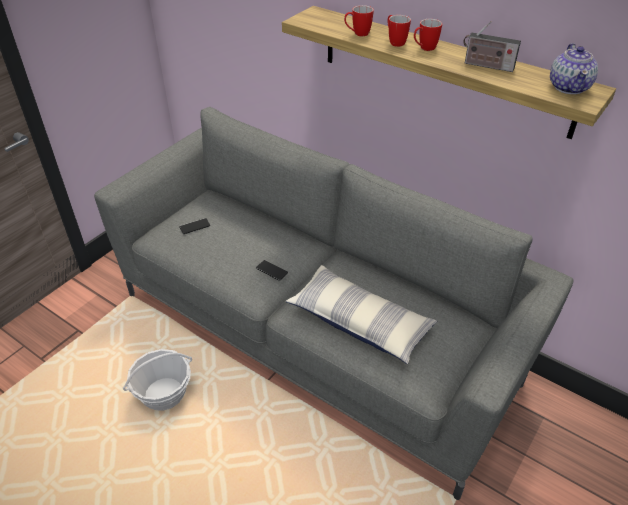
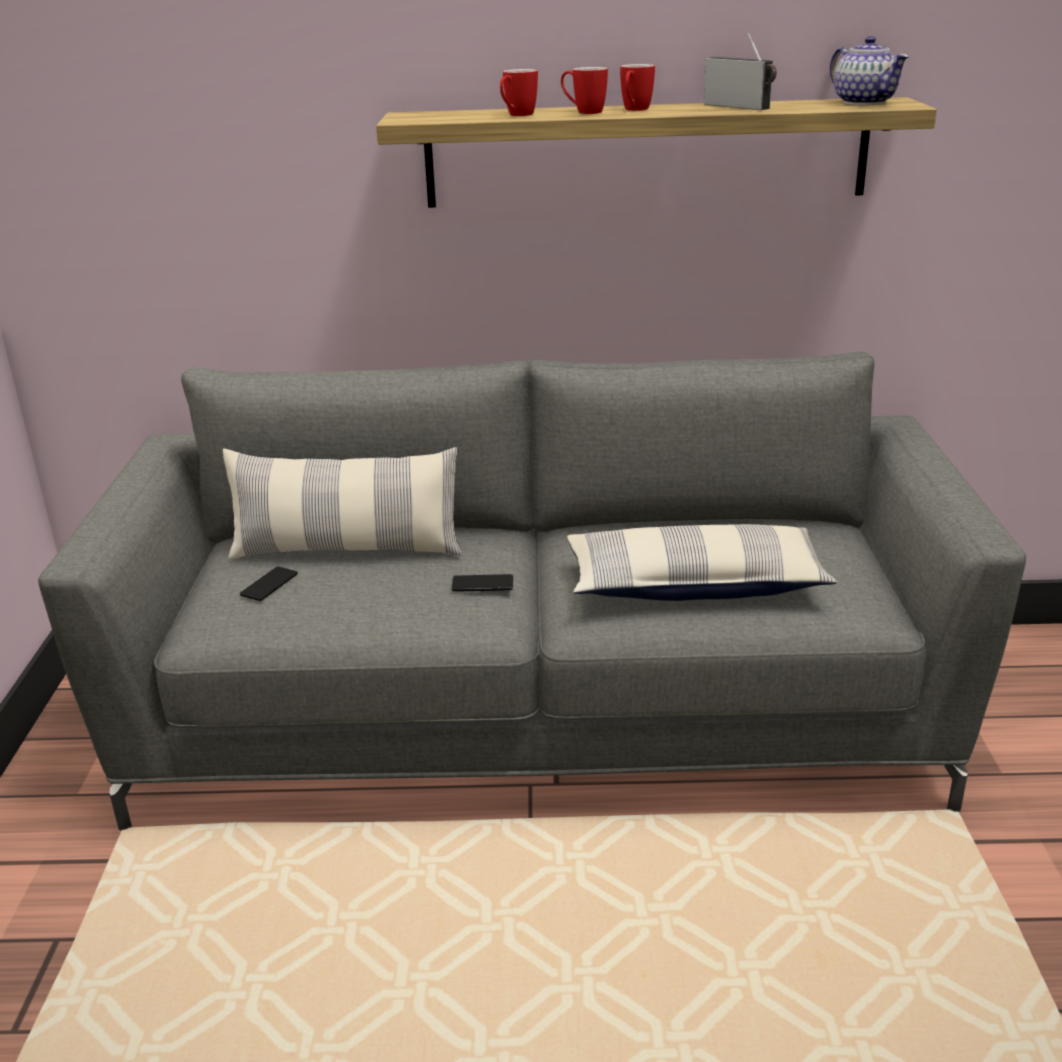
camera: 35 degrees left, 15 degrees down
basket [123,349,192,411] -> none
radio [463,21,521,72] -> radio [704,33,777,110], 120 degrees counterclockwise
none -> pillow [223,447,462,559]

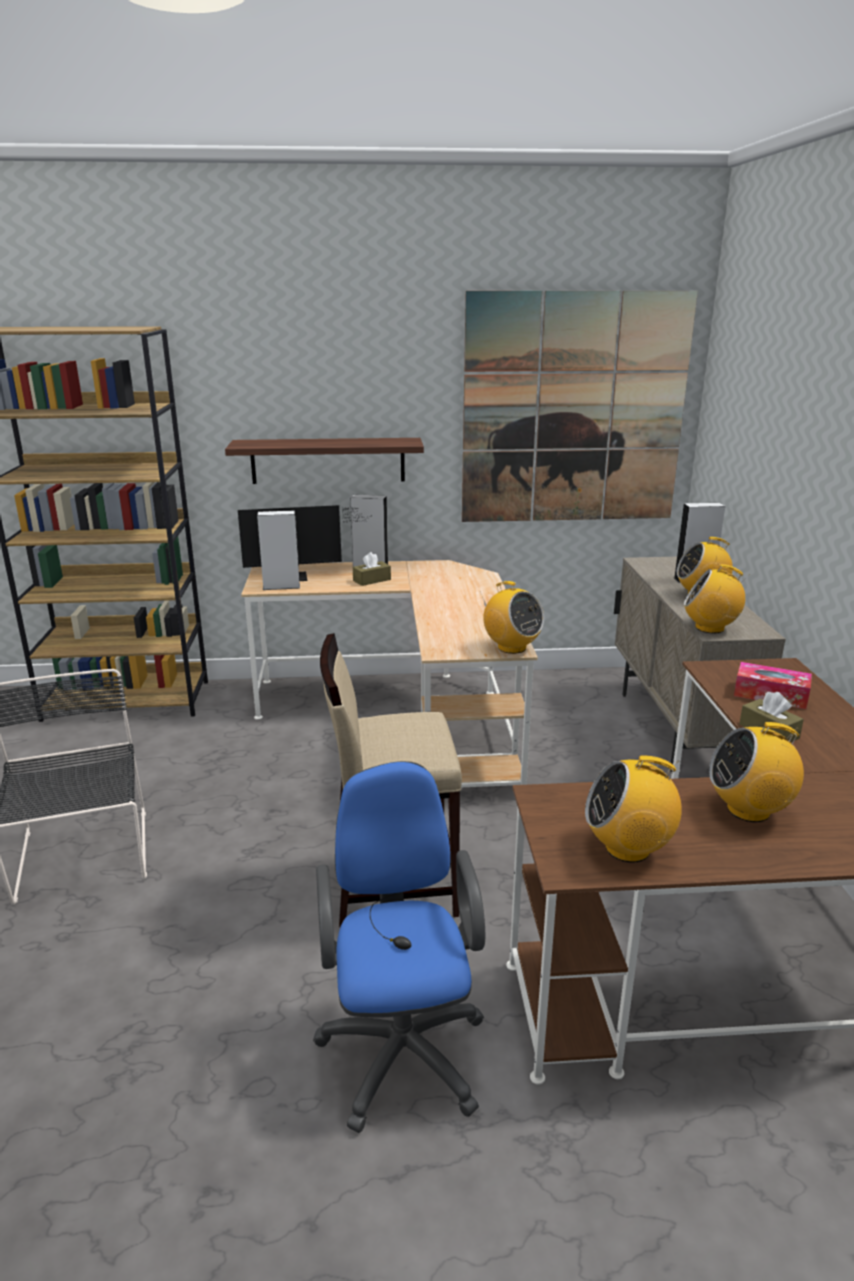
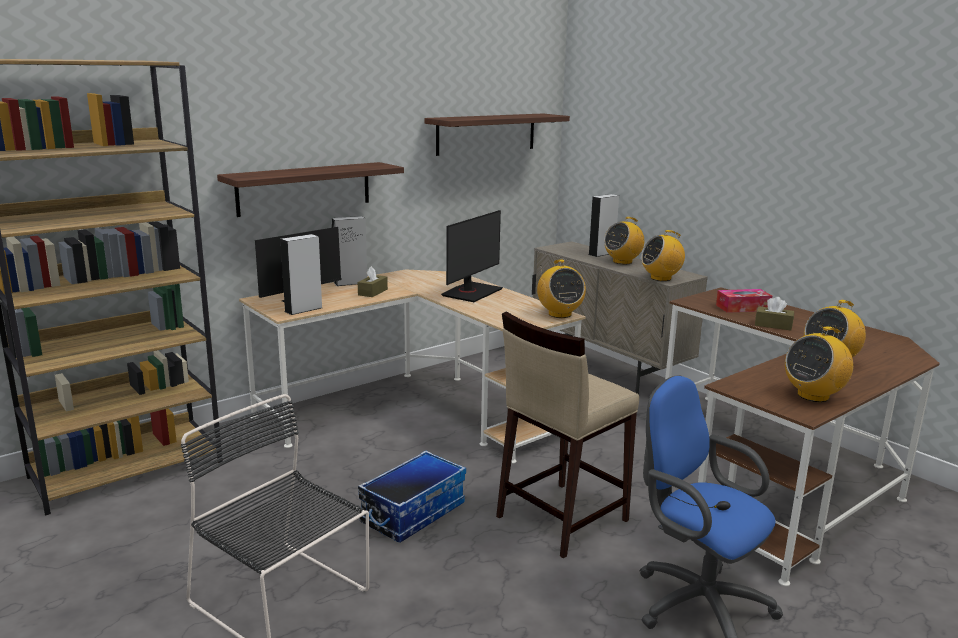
camera: 35 degrees left, 5 degrees down
picture [462,291,698,522] -> shelf [425,113,570,156]
radio [480,581,544,654] -> radio [537,259,586,318], 60 degrees clockwise
none -> storage box [358,451,466,543]
none -> monitor [441,210,503,302]

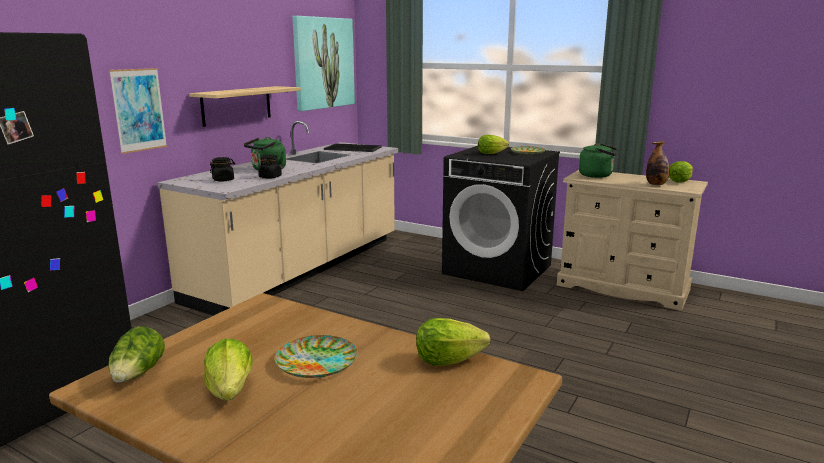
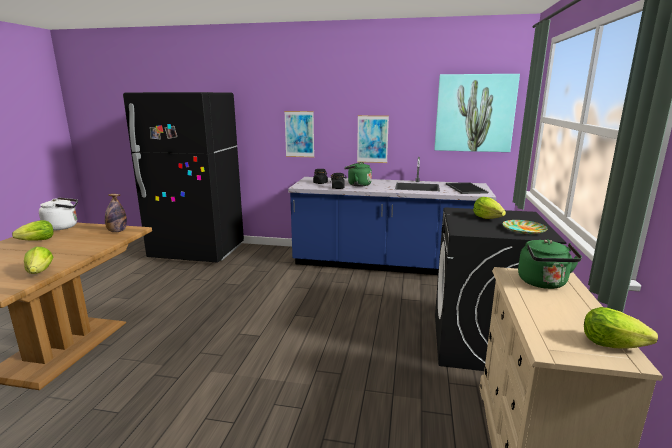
camera: 70 degrees right, 0 degrees up
lettuce [108,327,165,383] -> kettle (white) [39,197,78,231]
counter (beige) [157,121,398,316] -> counter (blue) [288,157,496,275]
shelf [189,86,301,127] -> picture [357,115,389,163]
plate [275,335,357,378] -> none
bottle [646,141,670,185] -> bottle [105,194,127,232], shifted

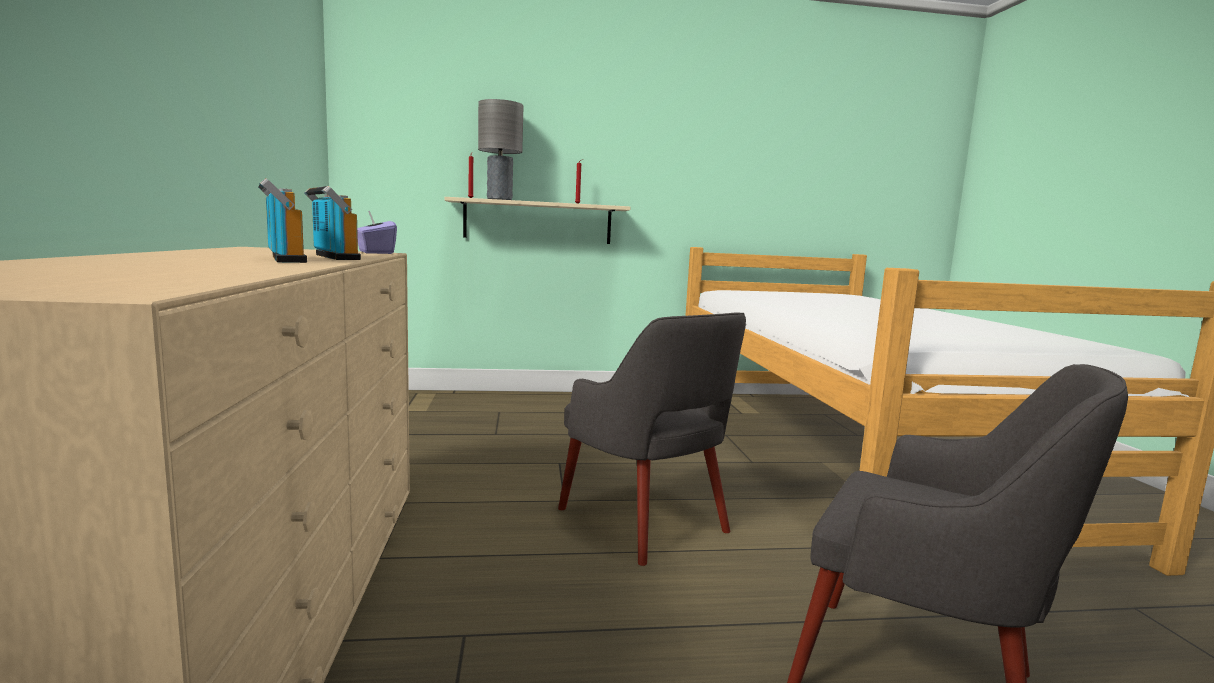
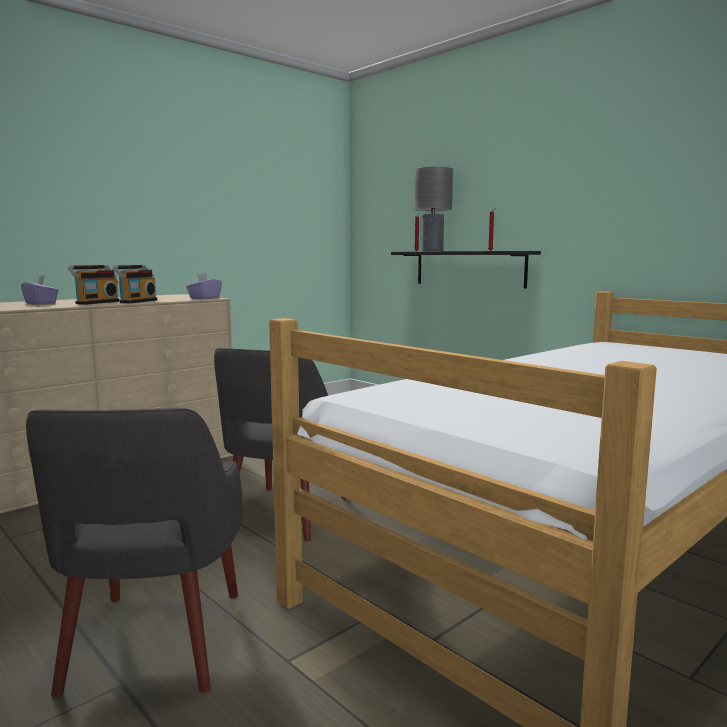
camera: 55 degrees right, 0 degrees up
shelf (beige) [444,197,630,244] -> shelf (black) [391,251,541,288]
none -> tissue box (purple) [21,275,59,305]

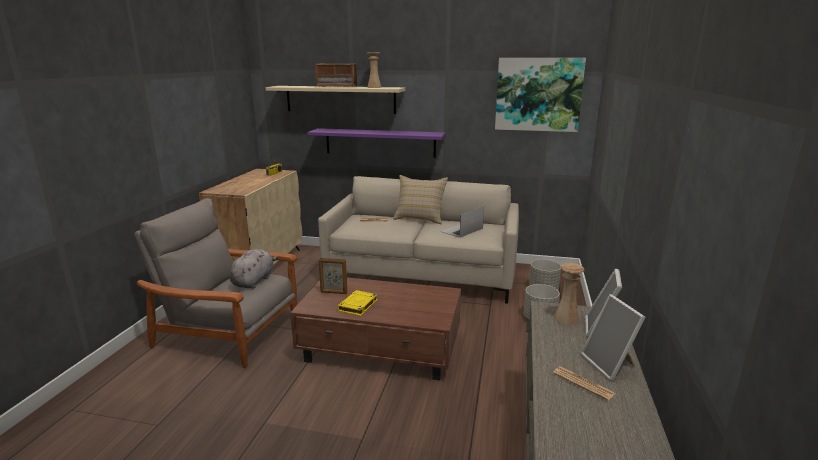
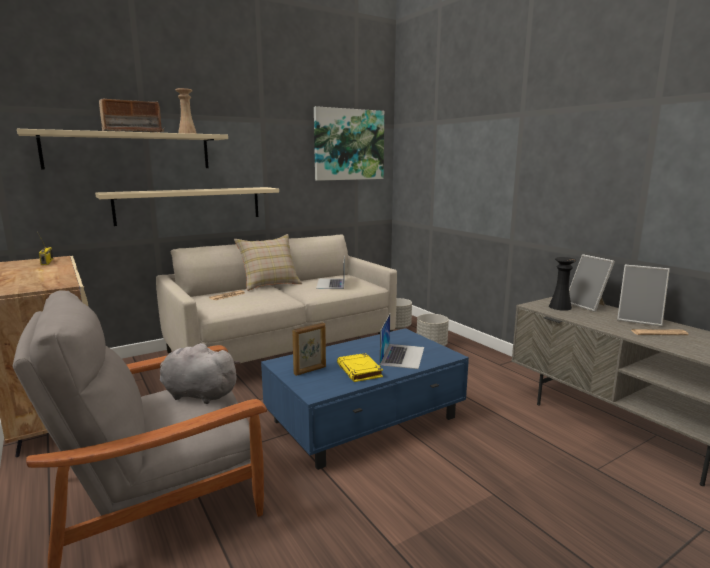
camera: 45 degrees left, 5 degrees down
plush toy (grey) [229,249,278,289] -> plush toy (grey) [160,343,240,404], 45 degrees counterclockwise
coffee table (brown) [290,277,461,381] -> coffee table (blue) [261,328,469,470]
shelf (purple) [307,128,446,158] -> shelf (beige) [95,187,279,226]
vase (beige) [554,263,584,325] -> vase (black) [549,257,576,311]
none -> laptop [380,314,424,369]

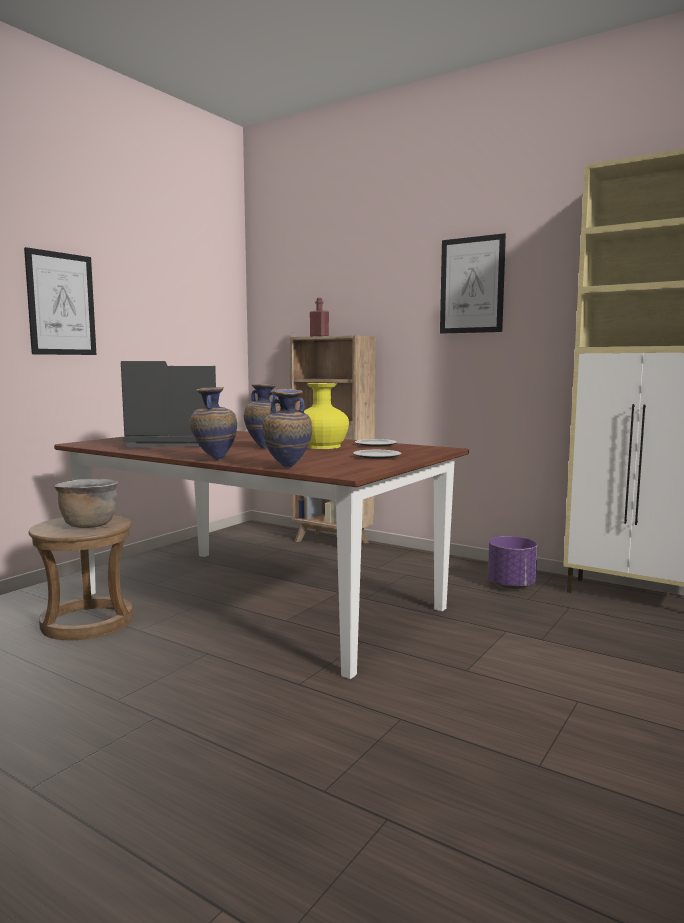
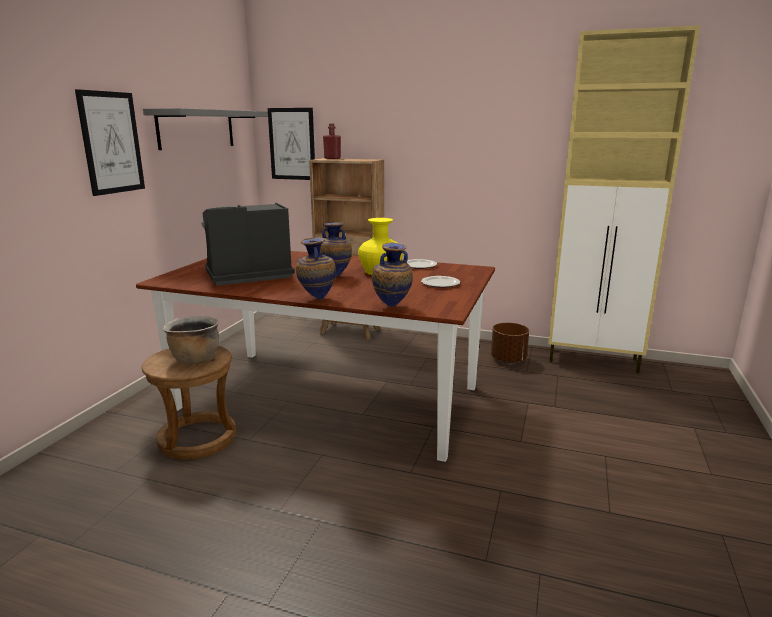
camera: 15 degrees left, 10 degrees up
picture [440,233,506,334] -> picture [268,108,315,180], shifted
planter (purple) [488,536,538,589] -> planter (brown) [491,323,529,363]
none -> shelf (grey) [143,108,268,150]

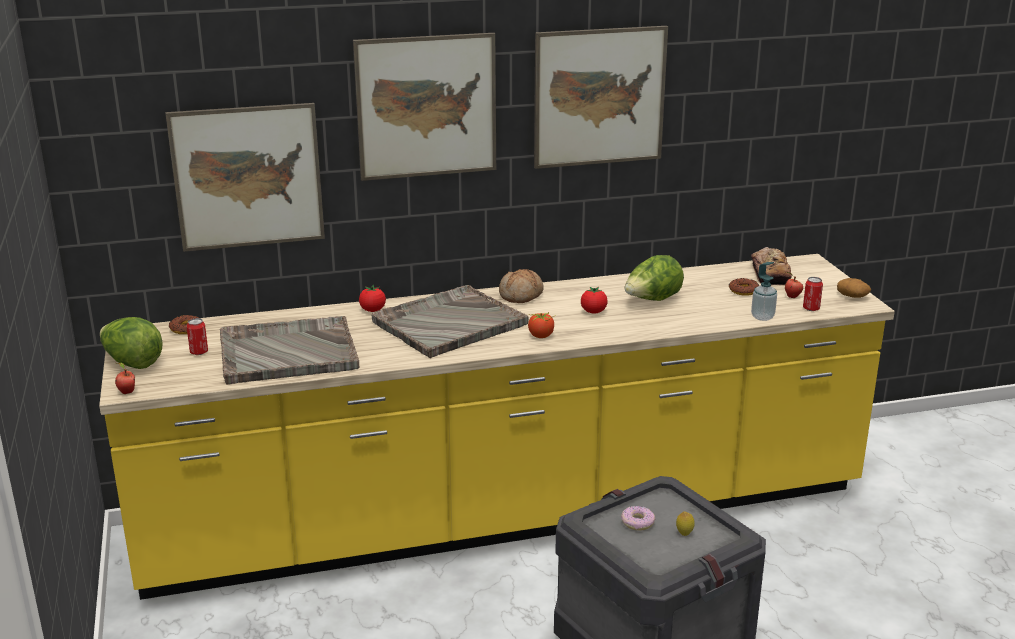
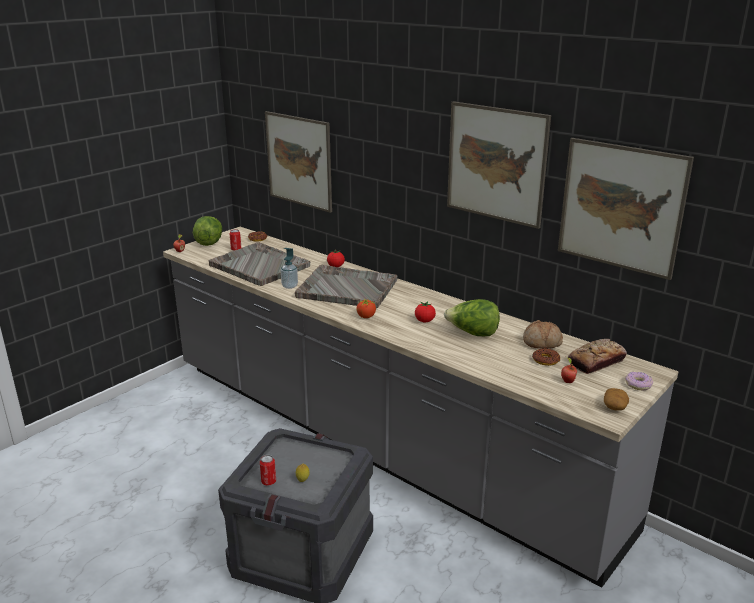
camera: 55 degrees right, 0 degrees up
counter (yellow) [99,254,895,600] -> counter (grey) [163,227,678,588]
picture [353,33,496,181] -> picture [558,138,694,280], shifted
bread [499,269,544,303] -> bread [523,320,563,349], shifted
donut [621,506,655,531] -> donut [625,372,653,390], shifted
soap dispenser [751,262,777,321] -> soap dispenser [281,248,298,289], shifted
can [803,277,823,311] -> can [260,455,276,485], shifted

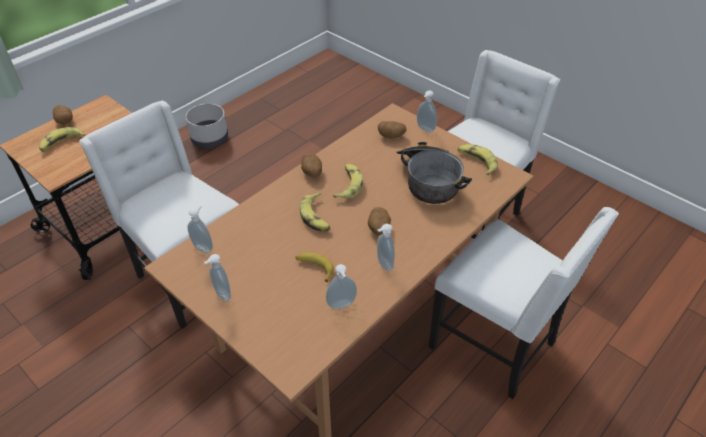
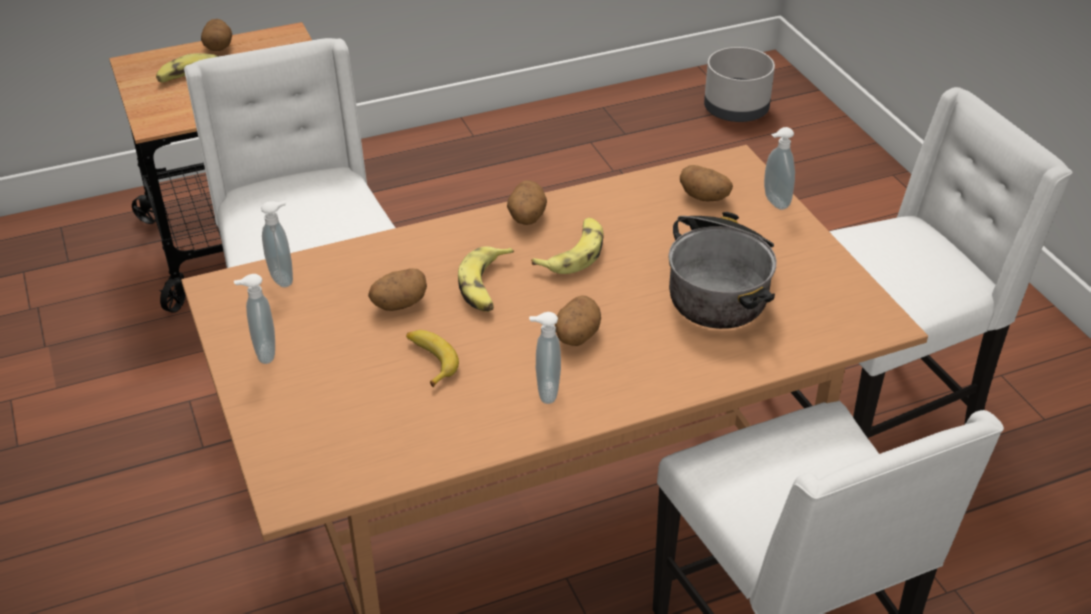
camera: 25 degrees right, 5 degrees down
planter (grey) [186,104,228,148] -> planter (grey) [704,47,775,122], shifted
soap dispenser [326,264,357,309] -> none
banana [457,144,498,175] -> none
none -> potato [368,269,427,311]

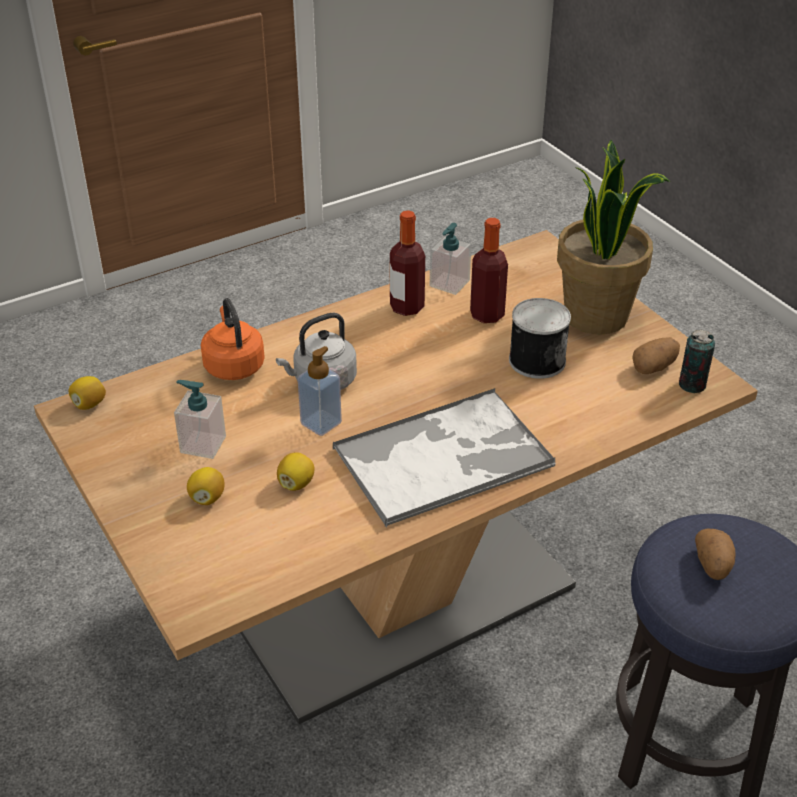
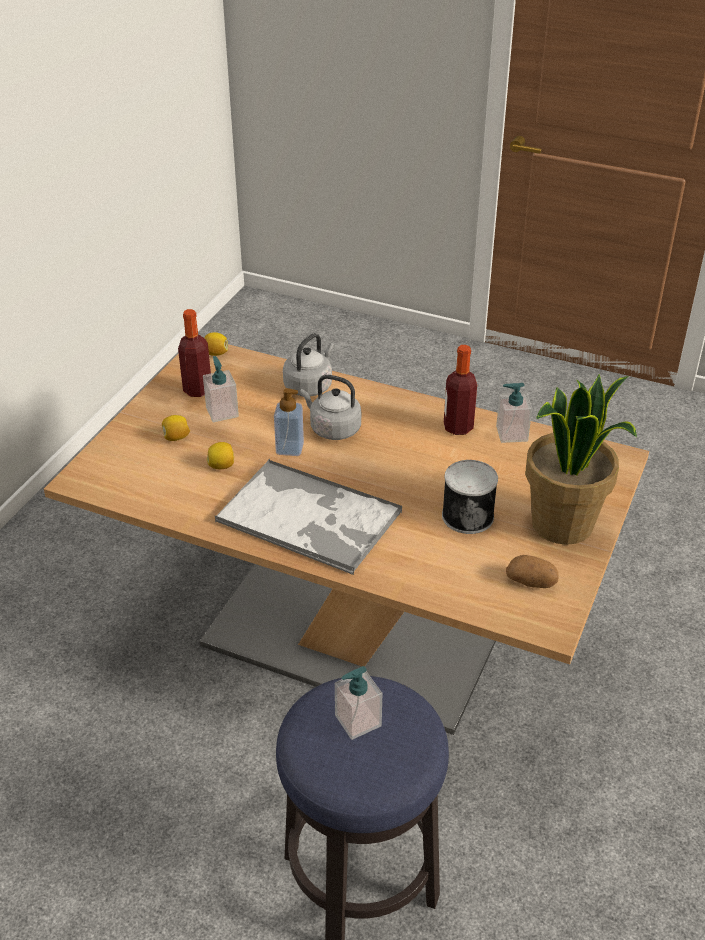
camera: 55 degrees right, 0 degrees up
kettle (orange) [201,298,265,380] -> kettle (grey) [283,333,334,396]
bottle [470,218,508,323] -> bottle [178,309,211,397], shifted
can [679,330,715,393] -> none
potato [695,529,736,580] -> soap dispenser [335,666,382,740]

